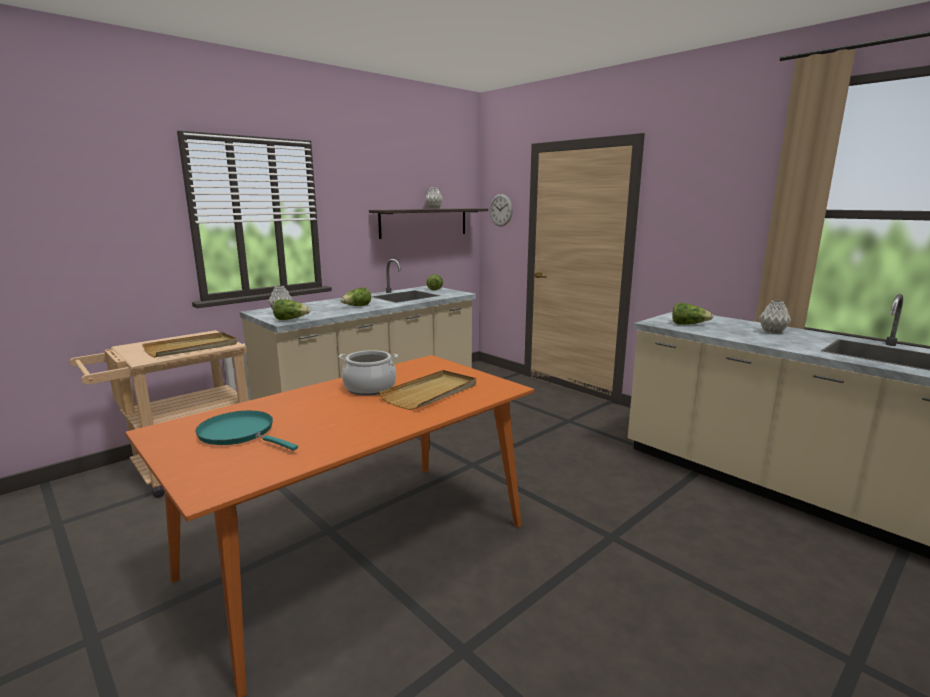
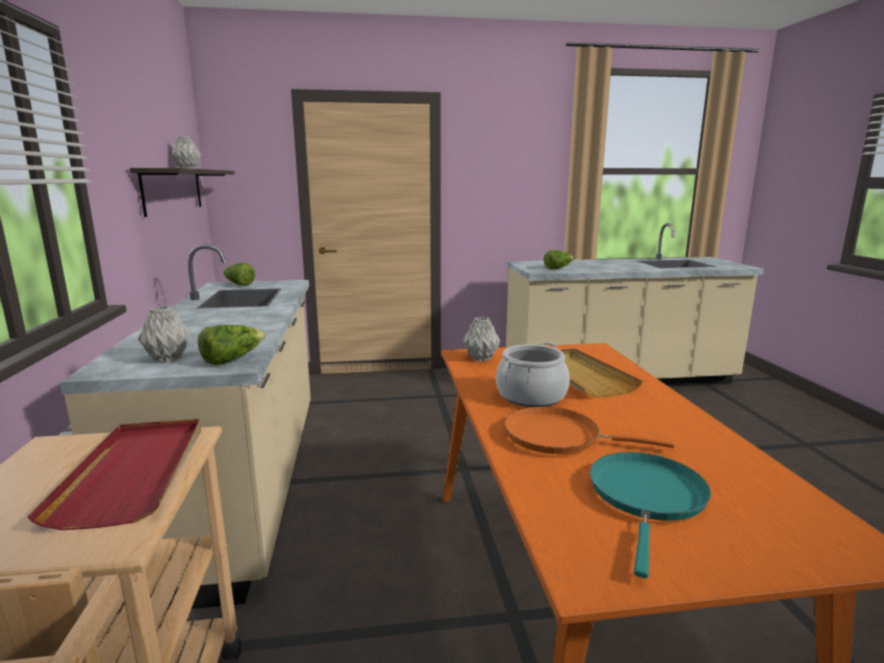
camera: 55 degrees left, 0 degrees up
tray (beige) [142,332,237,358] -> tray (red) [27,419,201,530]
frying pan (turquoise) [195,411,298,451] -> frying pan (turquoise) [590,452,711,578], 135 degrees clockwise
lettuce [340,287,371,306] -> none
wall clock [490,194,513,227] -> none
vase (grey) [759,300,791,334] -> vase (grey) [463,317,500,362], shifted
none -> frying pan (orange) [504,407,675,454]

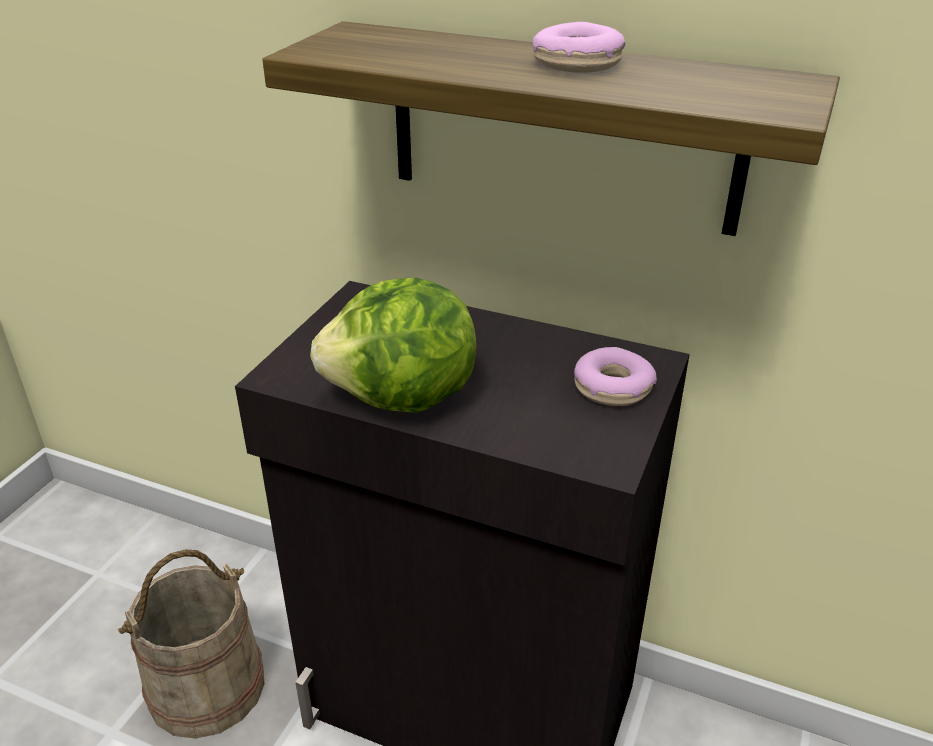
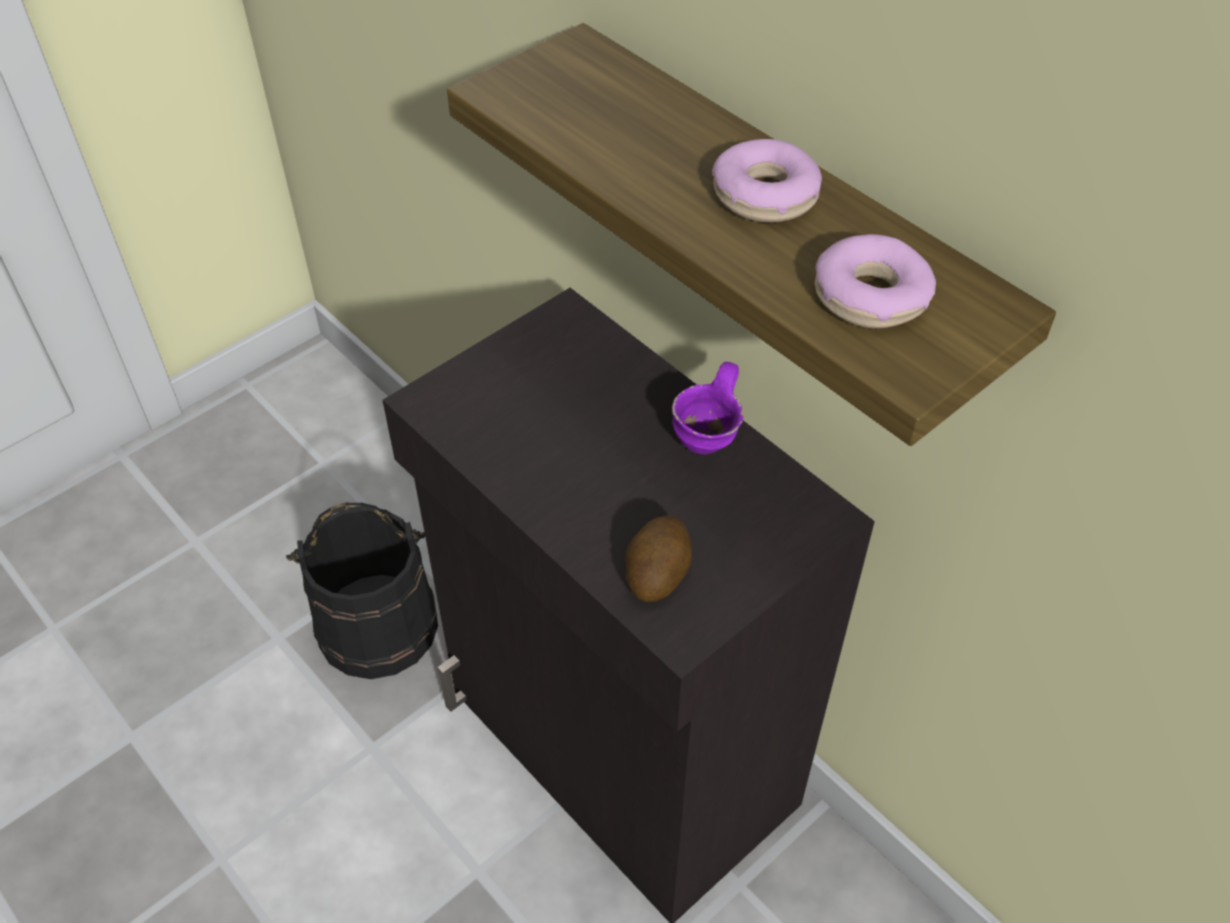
camera: 25 degrees right, 15 degrees up
bucket (beige) [118,550,265,739] -> bucket (black) [286,502,438,679]
lettuce [310,278,477,413] -> none
donut [574,347,657,406] -> donut [815,234,936,329], shifted
none -> potato [626,515,692,602]
none -> mug (purple) [672,362,743,455]

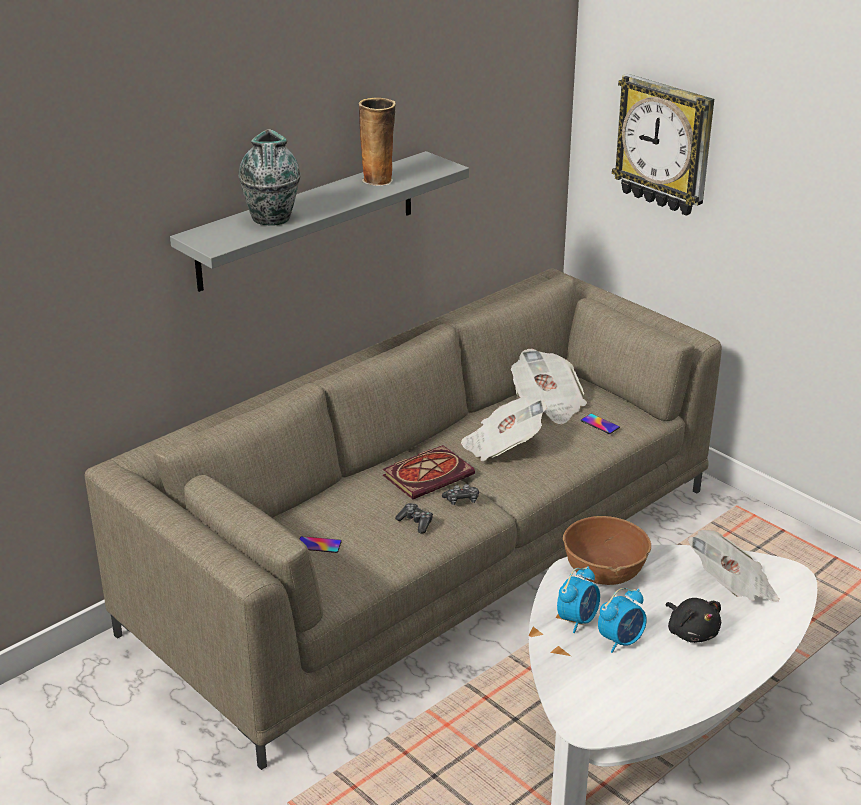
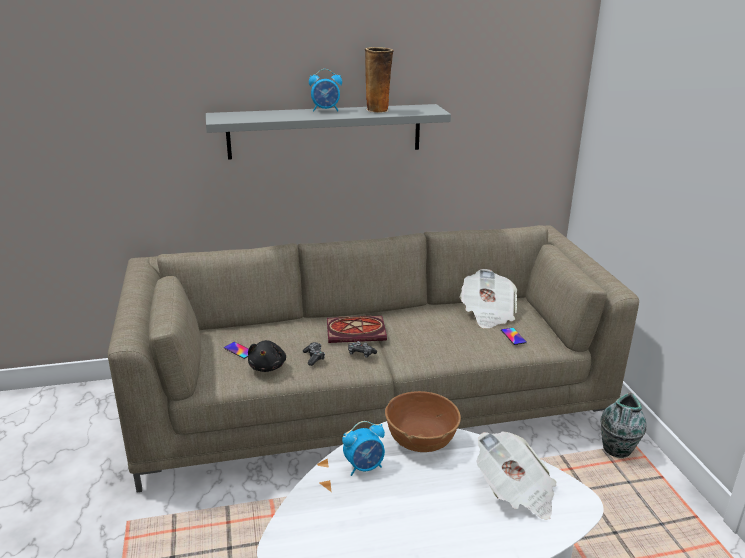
camera: 30 degrees right, 5 degrees down
vase [238,129,301,226] -> vase [600,392,646,458], shifted
newspaper [461,396,547,461] -> none
alarm clock [598,588,647,653] -> alarm clock [309,69,342,112], shifted
wall clock [612,74,714,216] -> none
plush toy (black) [665,598,721,643] -> plush toy (black) [248,340,286,372], shifted

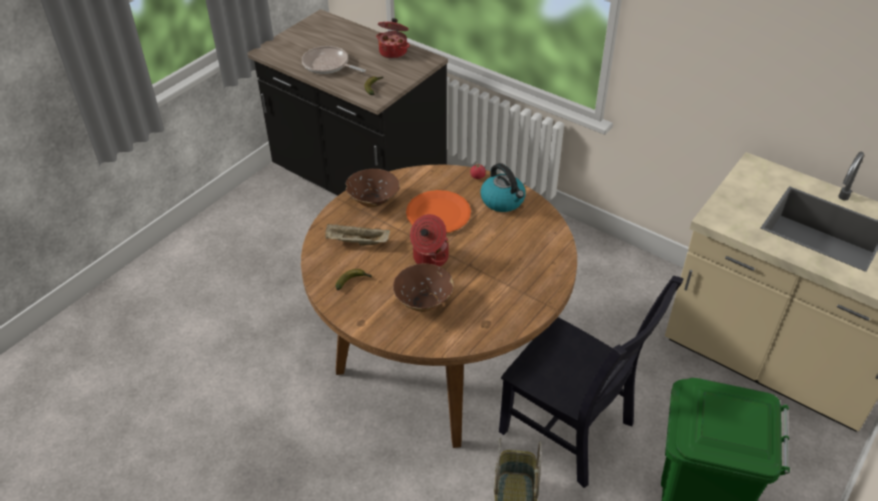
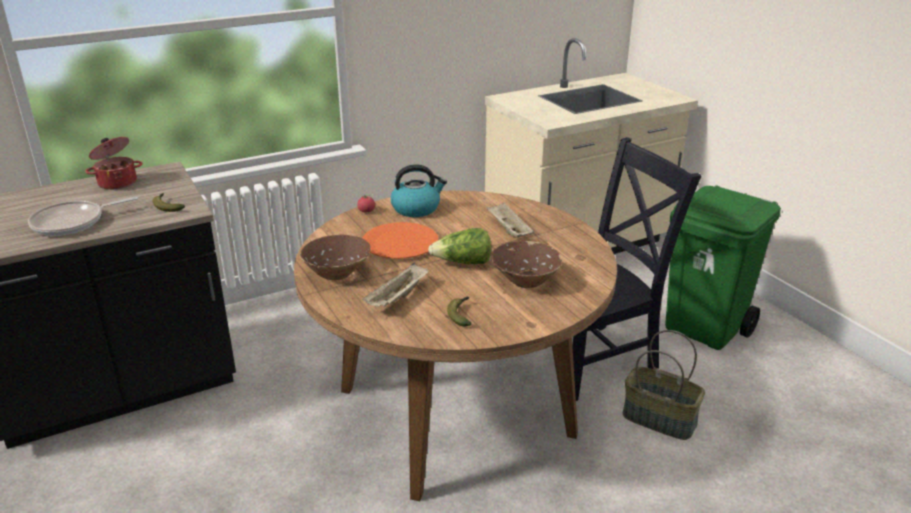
camera: 65 degrees left, 15 degrees down
cooking pot [410,214,449,266] -> lettuce [428,228,491,264]
none -> tray (beige) [486,203,535,238]

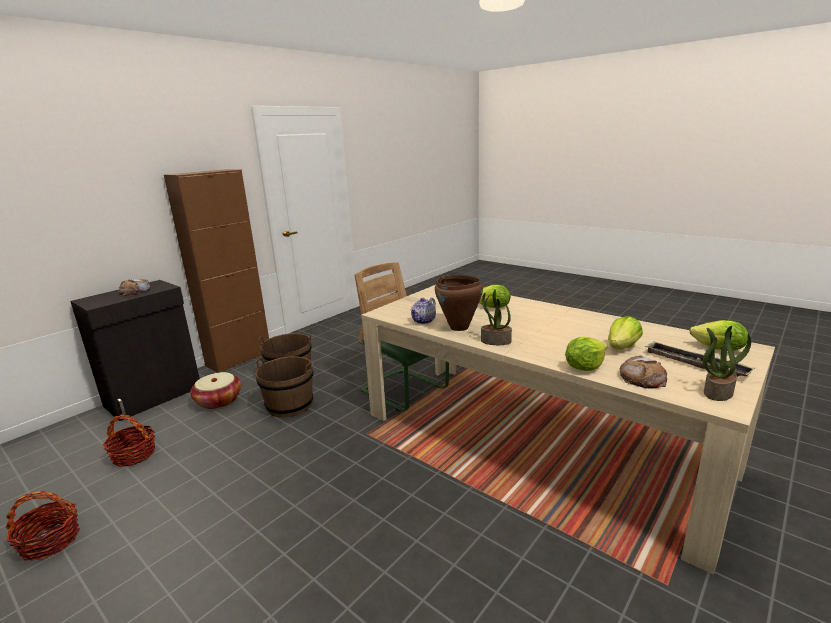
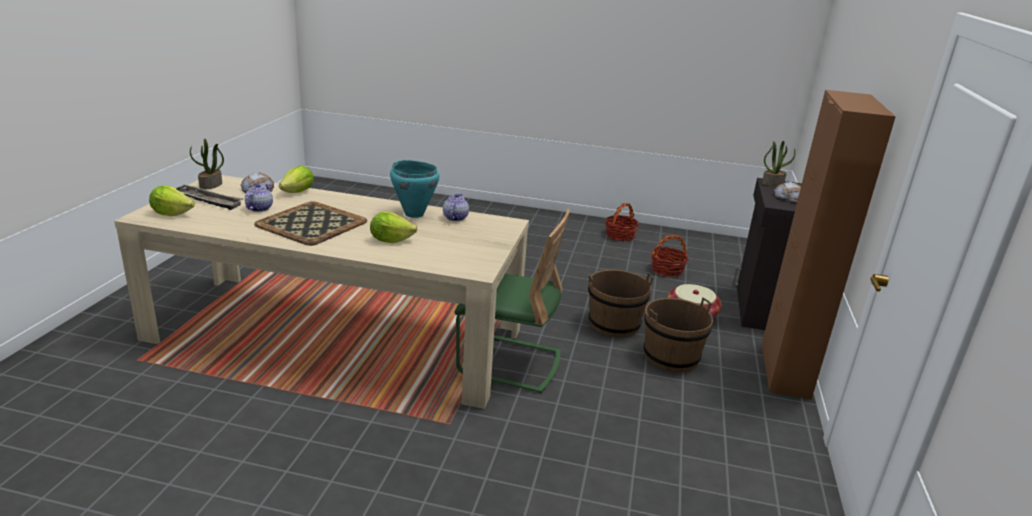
camera: 150 degrees right, 5 degrees up
cooking pot (brown) [435,275,483,331] -> cooking pot (turquoise) [390,160,439,218]
potted plant [481,289,512,345] -> potted plant [762,141,795,186], shifted
lettuce [608,316,643,350] -> teapot [245,184,273,212]
none -> tray [254,201,367,246]

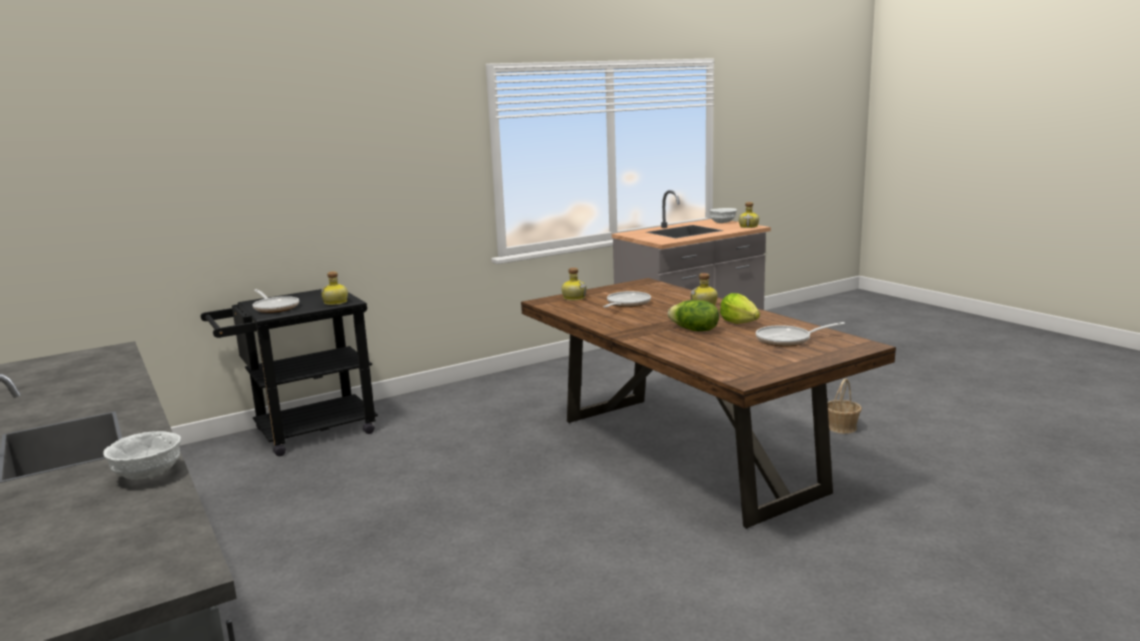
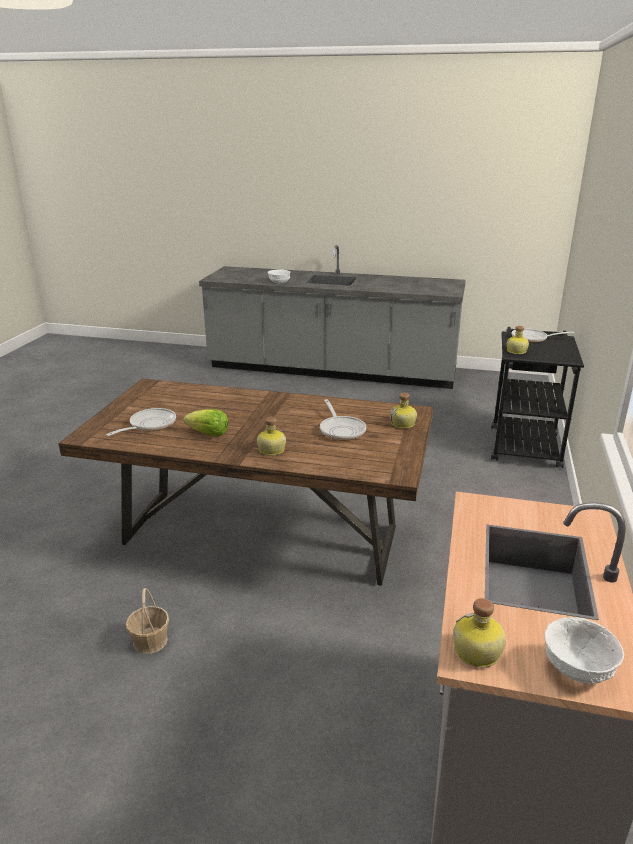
camera: 135 degrees right, 10 degrees up
lettuce [668,300,719,331] -> none

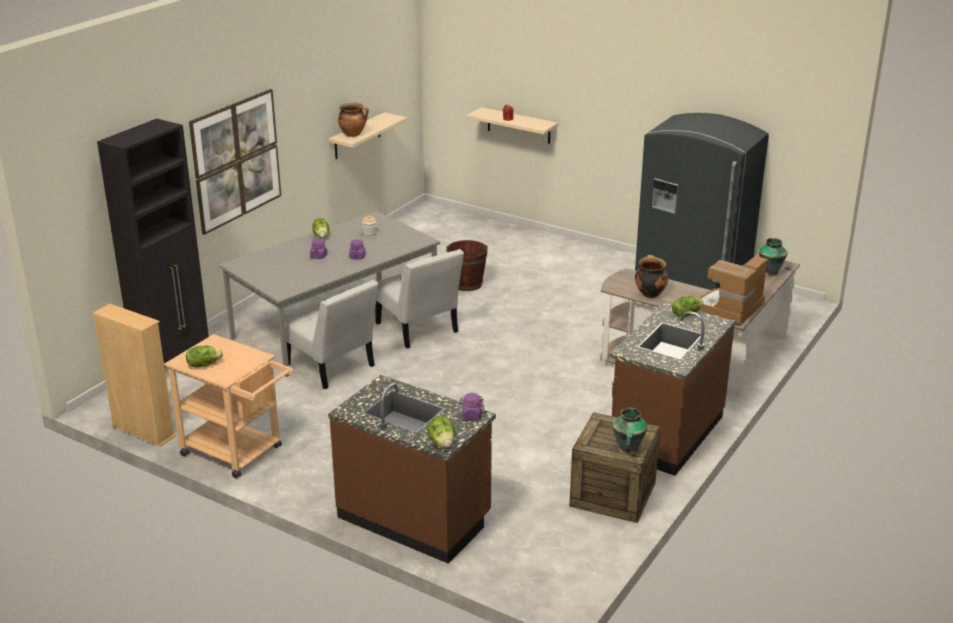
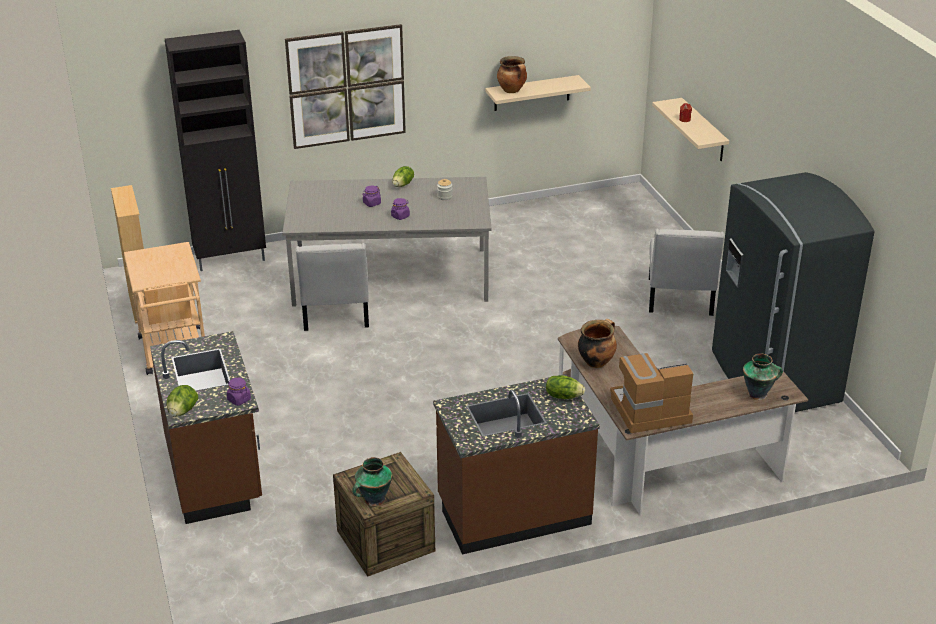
camera: 40 degrees right, 5 degrees up
lettuce [186,346,223,368] -> none
chair (white) [375,249,464,348] -> chair (white) [649,229,724,316], shifted
bucket (brown) [446,240,488,291] -> none

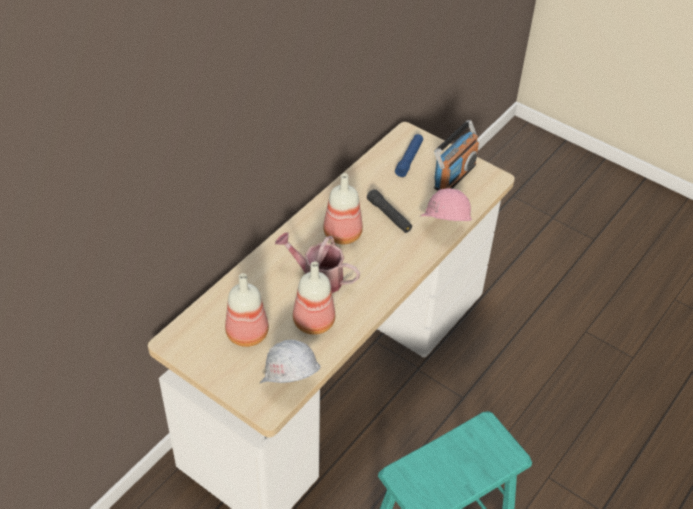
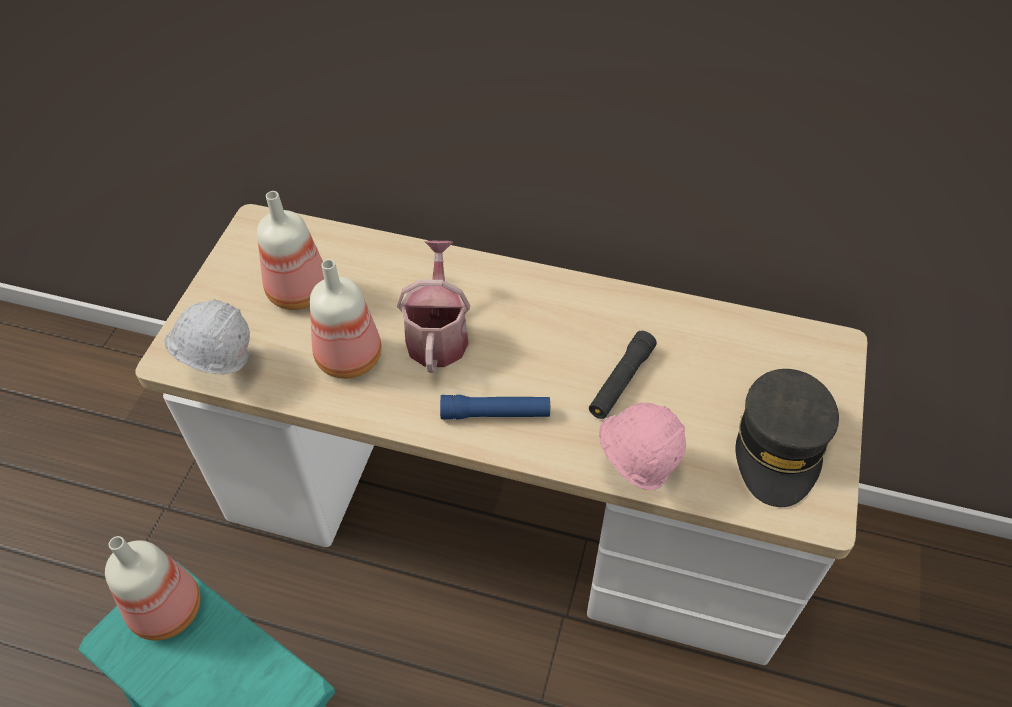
camera: 70 degrees right, 5 degrees up
bottle [323,173,363,244] -> bottle [105,536,201,641], shifted
flashlight (blue) [395,134,423,177] -> flashlight (blue) [440,395,551,419], shifted
radio [434,120,479,190] -> cap (grey) [735,369,839,507]

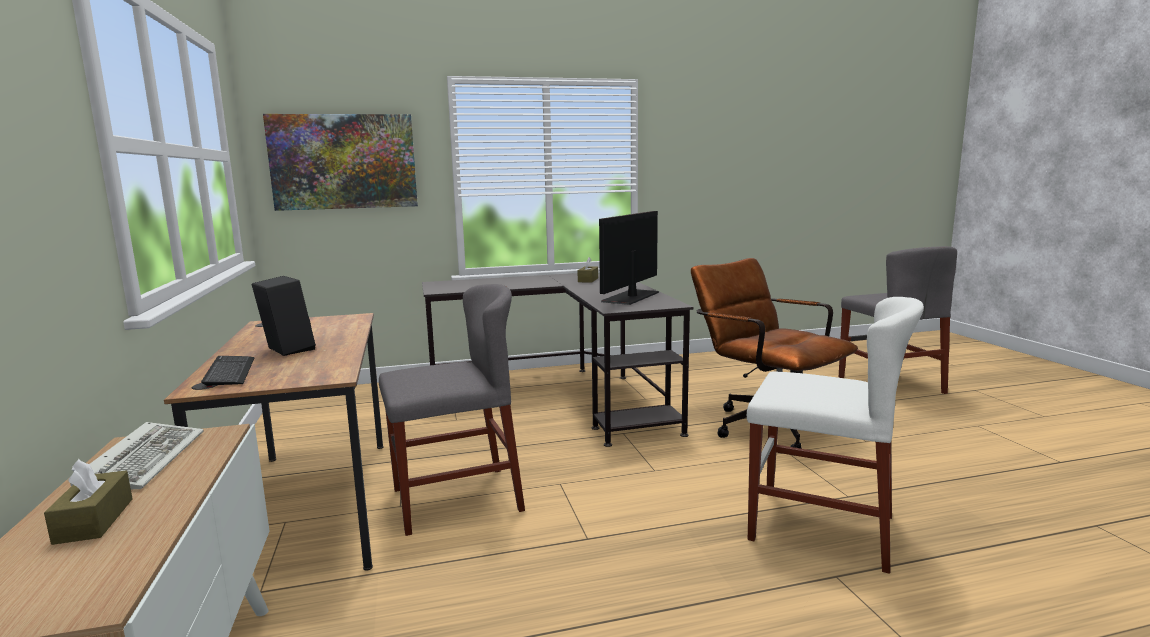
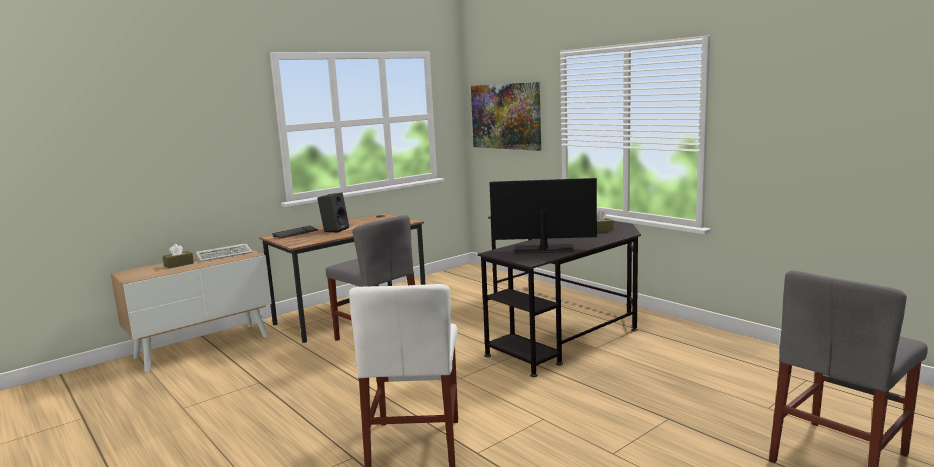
camera: 65 degrees right, 0 degrees up
office chair (brown) [691,258,858,456] -> none

